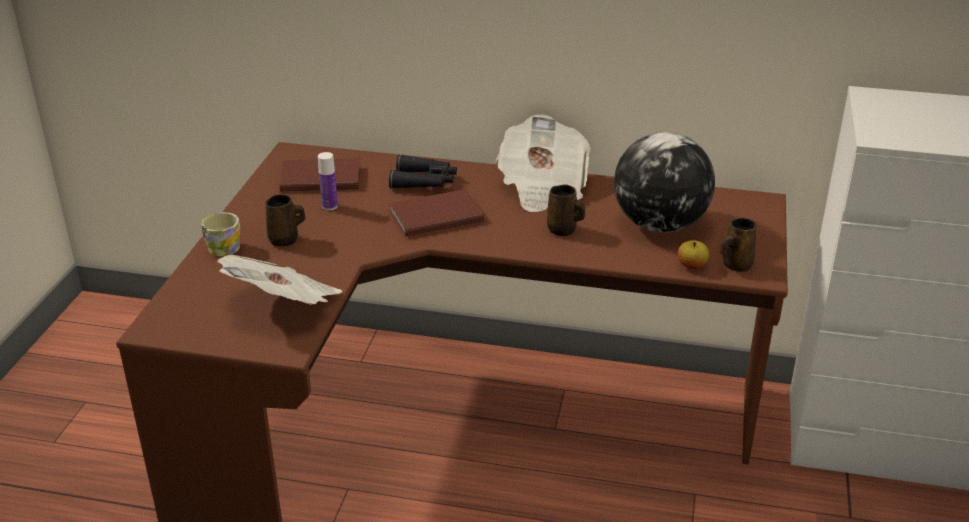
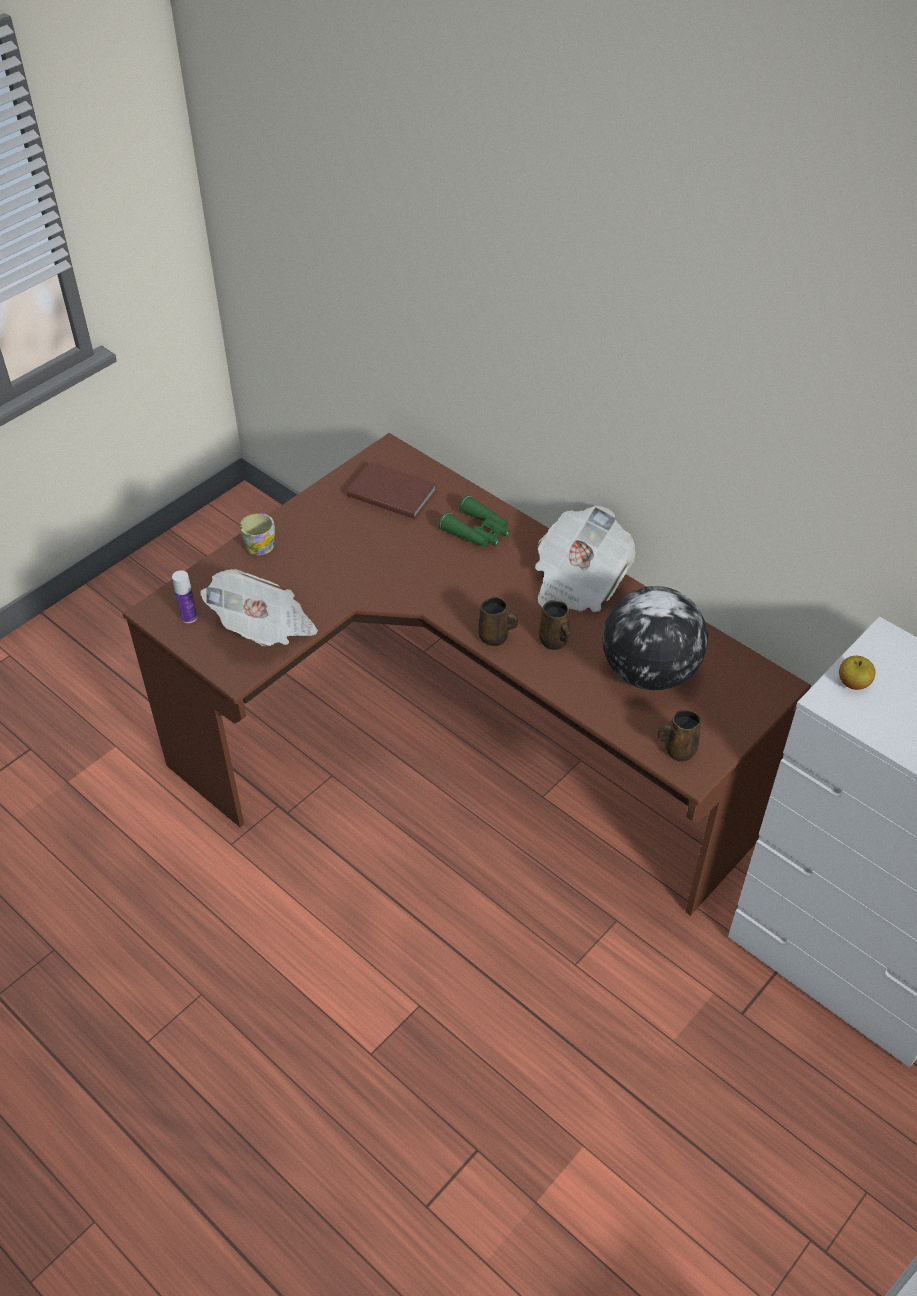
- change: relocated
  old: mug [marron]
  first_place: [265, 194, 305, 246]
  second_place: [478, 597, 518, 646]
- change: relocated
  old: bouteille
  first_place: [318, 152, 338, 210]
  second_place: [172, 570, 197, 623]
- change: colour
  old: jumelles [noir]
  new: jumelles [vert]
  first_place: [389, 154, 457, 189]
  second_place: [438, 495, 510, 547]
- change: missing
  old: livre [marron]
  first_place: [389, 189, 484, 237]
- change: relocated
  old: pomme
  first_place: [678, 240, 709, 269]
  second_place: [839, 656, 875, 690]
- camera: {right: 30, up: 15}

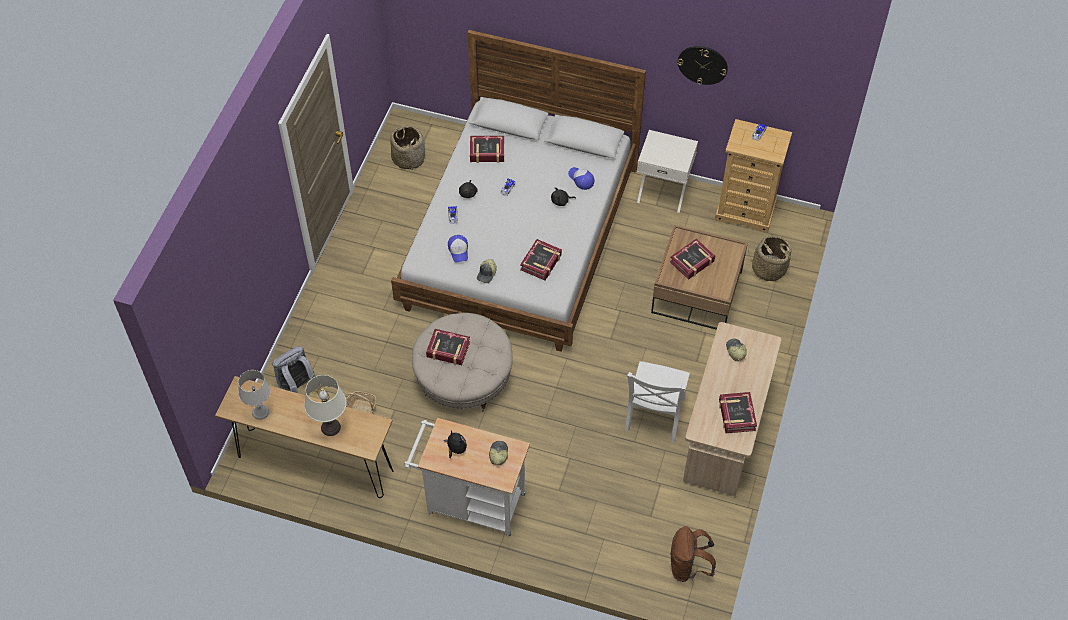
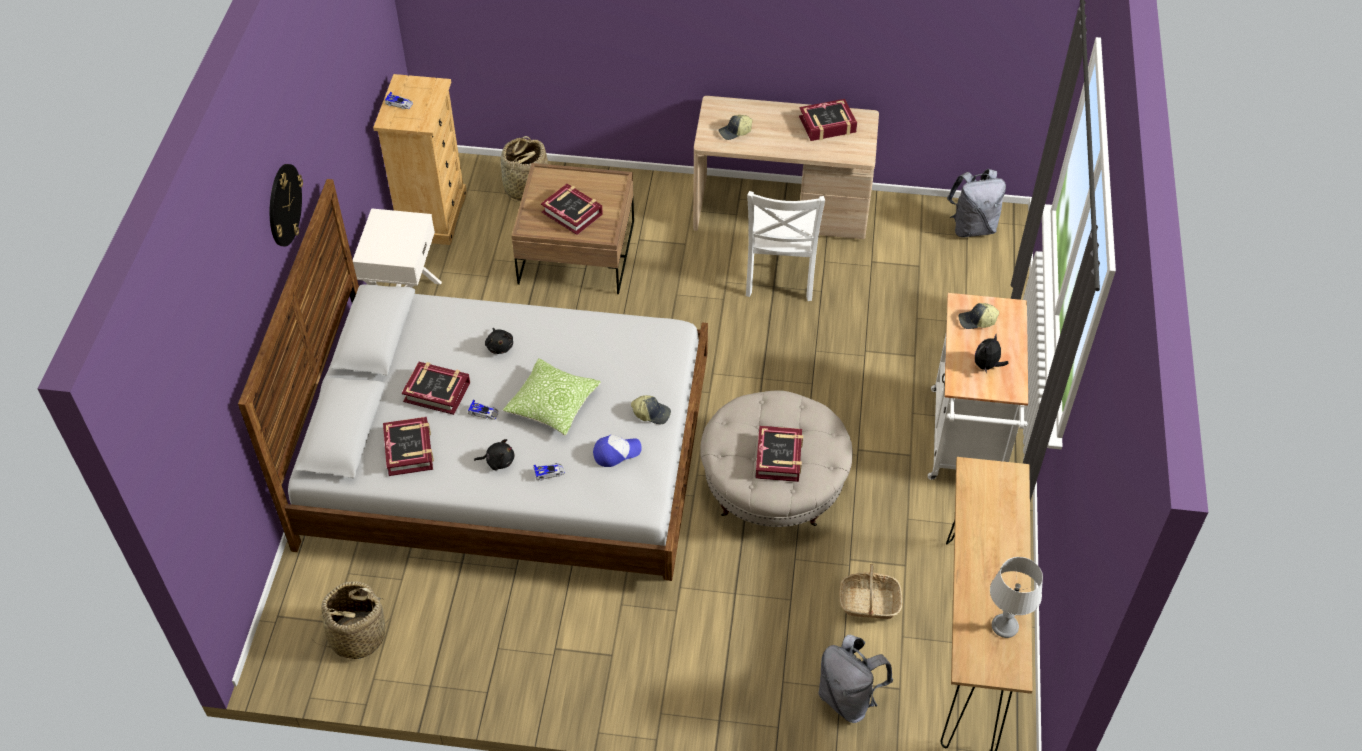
- change: missing
  old: lampe de table [blanc]
  first_place: [304, 375, 347, 436]
- change: relocated
  old: livre
  first_place: [520, 239, 562, 280]
  second_place: [402, 362, 470, 415]
- change: missing
  old: casquette
  first_place: [568, 167, 594, 190]
- change: spun
  old: chaise [blanc]
  first_place: [625, 361, 690, 443]
  second_place: [746, 191, 825, 301]
  degrees: 90
- change: colour
  old: sac à dos [marron]
  new: sac à dos [gris]
  first_place: [670, 526, 716, 582]
  second_place: [947, 169, 1006, 238]
- change: relocated
  old: horloge murale
  first_place: [678, 46, 728, 85]
  second_place: [270, 164, 303, 246]
- change: appeared
  new: coussin
  second_place: [503, 358, 601, 436]
- camera: {right: -100, up: -5}

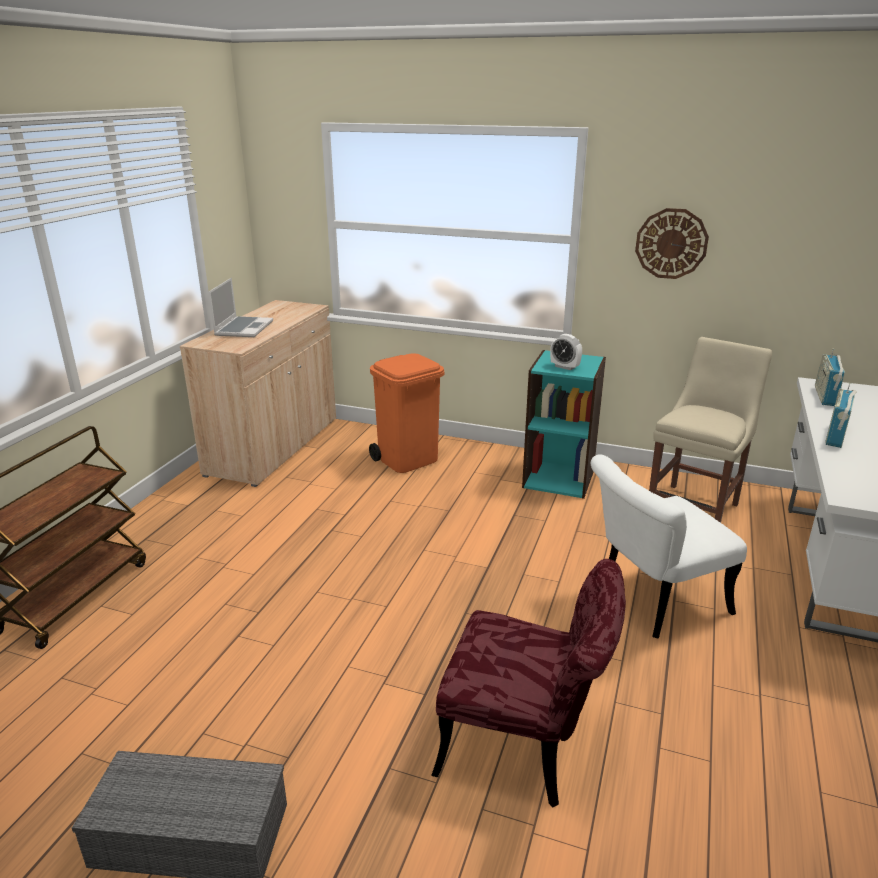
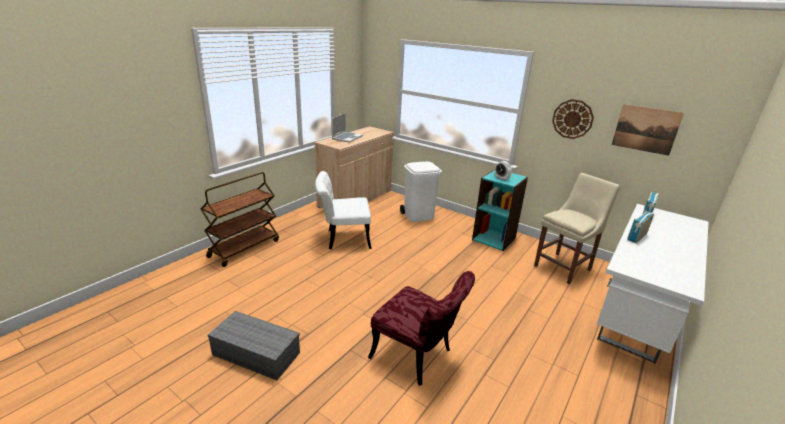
- change: colour
  old: poubelle [orange]
  new: poubelle [blanc]
  first_place: [369, 353, 444, 473]
  second_place: [400, 162, 442, 222]
- change: relocated
  old: chaise [blanc]
  first_place: [591, 454, 747, 638]
  second_place: [315, 171, 372, 250]
- change: appeared
  new: tableau
  second_place: [612, 104, 684, 156]
- camera: {right: 15, up: 0}

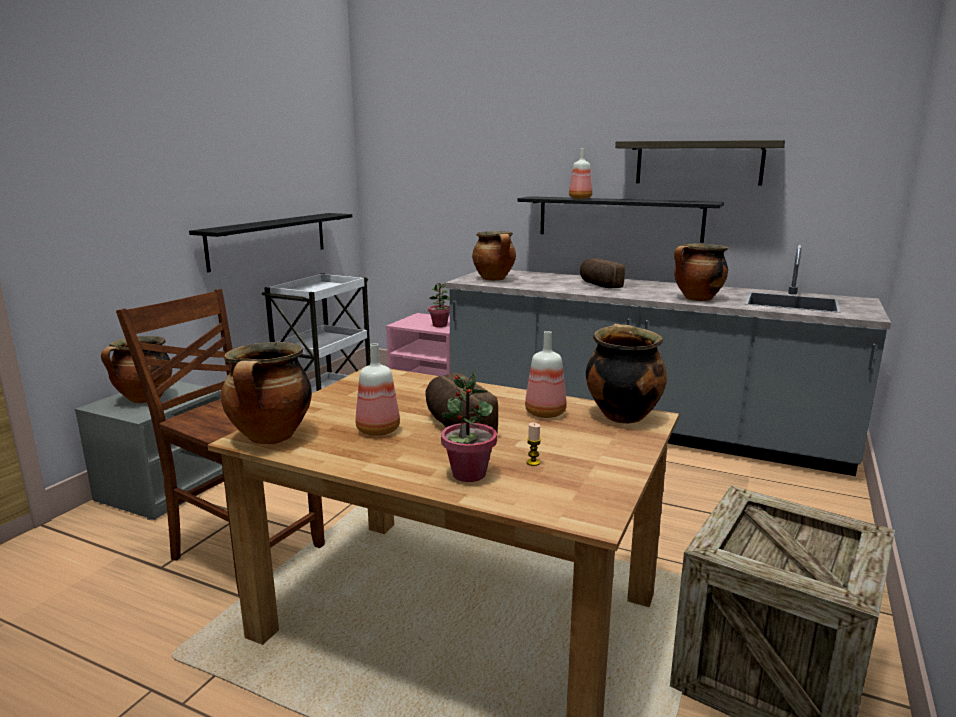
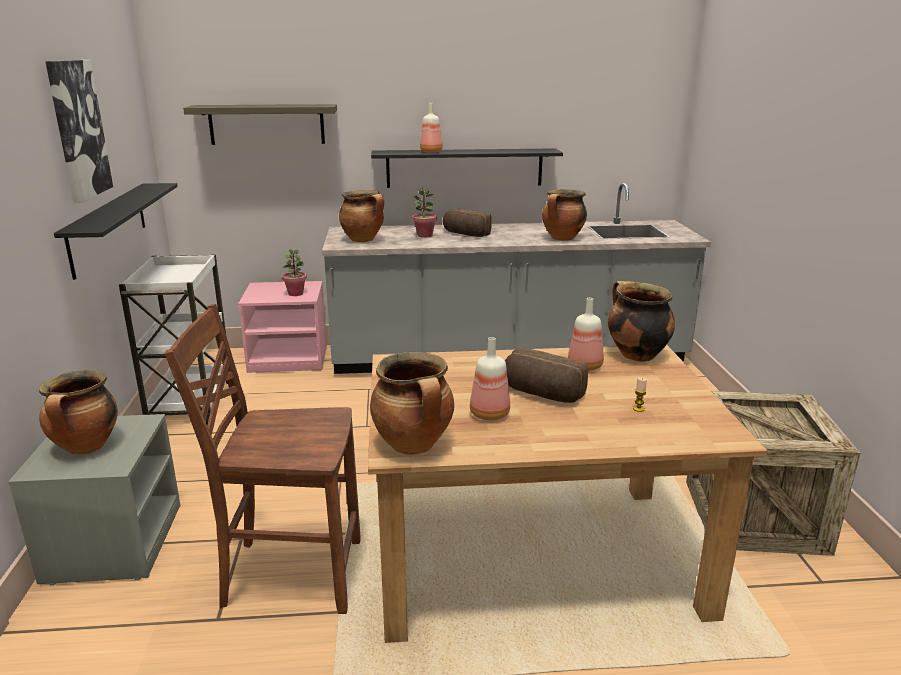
- change: relocated
  old: plante en pot
  first_place: [441, 370, 497, 482]
  second_place: [412, 187, 437, 238]
- change: relocated
  old: étagère
  first_place: [615, 140, 785, 186]
  second_place: [183, 104, 337, 145]
- change: appeared
  new: tableau
  second_place: [45, 60, 113, 203]
- camera: {right: -30, up: 5}

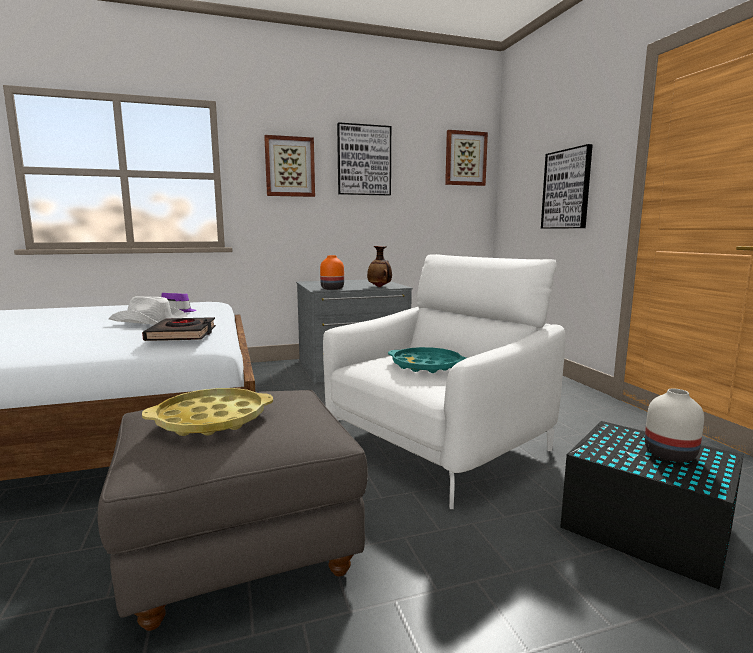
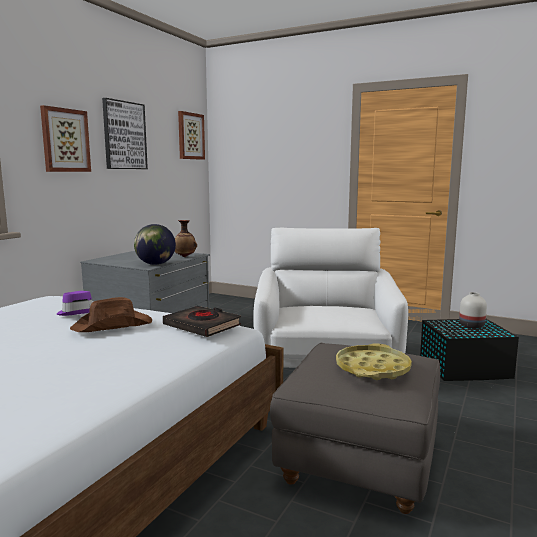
- change: colour
  old: chapeau [blanc]
  new: chapeau [marron]
  first_place: [109, 296, 188, 325]
  second_place: [70, 297, 152, 332]
- change: exchanged
  old: vase [orange]
  new: globe
  first_place: [320, 255, 344, 290]
  second_place: [134, 224, 176, 265]
- change: missing
  old: plateau [turquoise]
  first_place: [388, 347, 466, 373]
- change: missing
  old: tableau
  first_place: [541, 144, 593, 229]
- camera: {right: -45, up: 0}

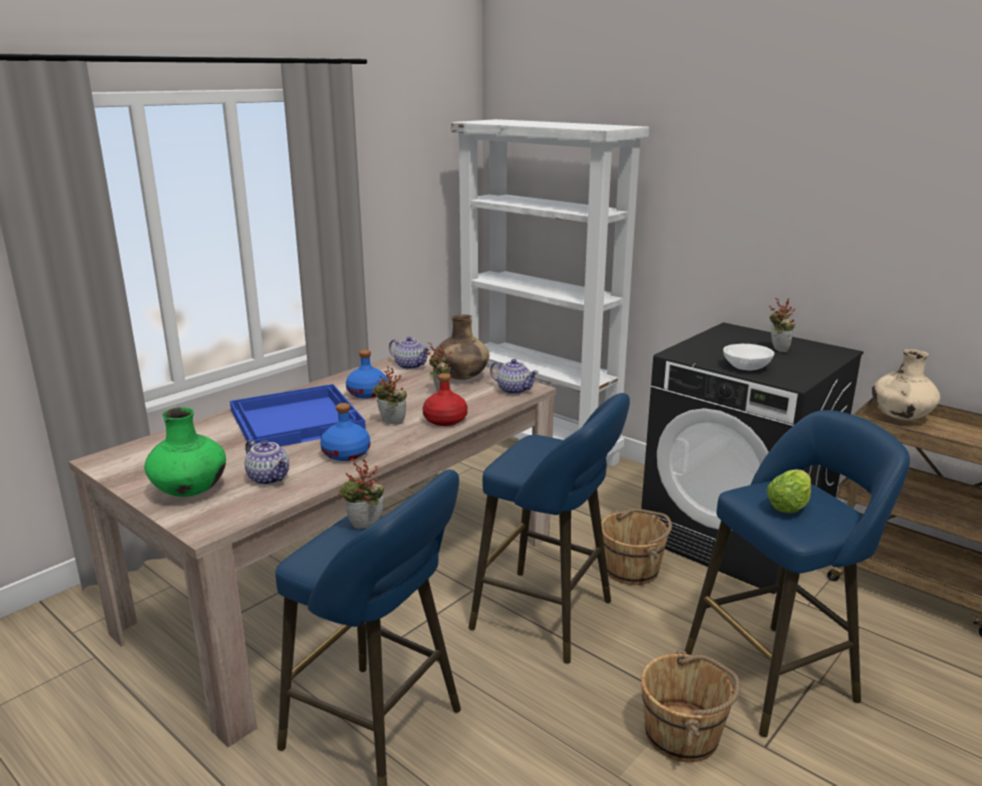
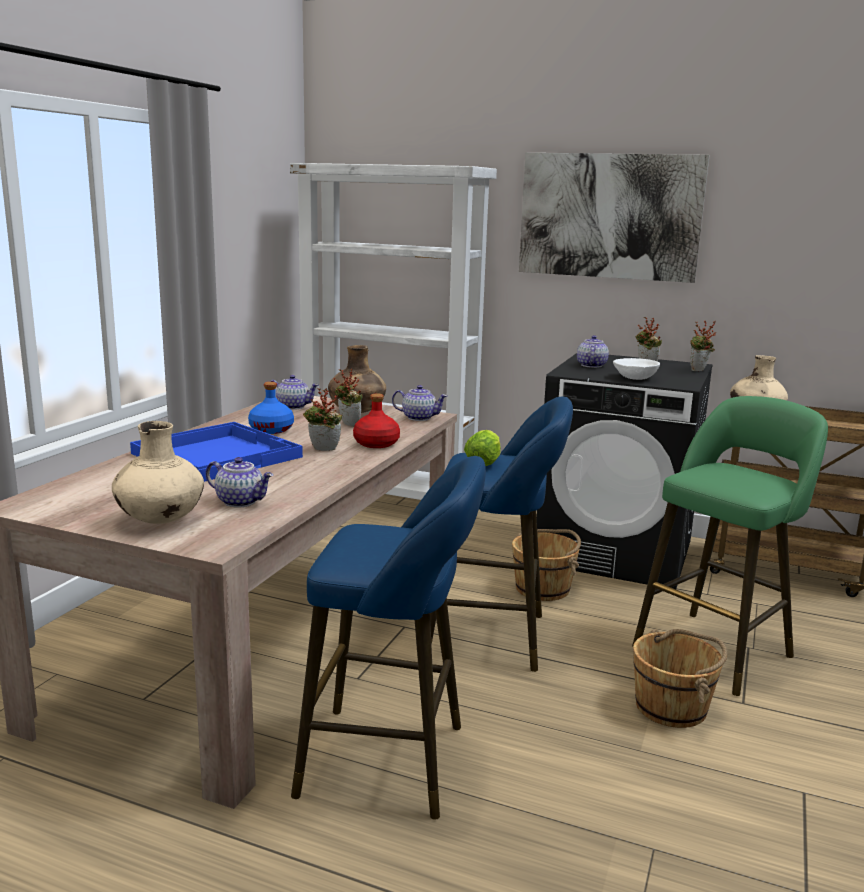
- change: colour
  old: vase [vert]
  new: vase [beige]
  first_place: [144, 407, 226, 497]
  second_place: [112, 421, 204, 524]
- change: missing
  old: bouteille [bleu]
  first_place: [320, 403, 370, 461]
- change: relocated
  old: plante en pot
  first_place: [338, 459, 385, 529]
  second_place: [690, 321, 716, 371]
- change: colour
  old: tabouret [bleu]
  new: tabouret [vert]
  first_place: [685, 410, 910, 737]
  second_place: [632, 396, 828, 696]
- change: relocated
  old: laitue
  first_place: [766, 469, 811, 513]
  second_place: [464, 430, 501, 466]
- change: appeared
  new: tableau
  second_place: [519, 153, 709, 283]
- change: appeared
  new: théière
  second_place: [577, 335, 609, 368]
- camera: {right: -20, up: -5}

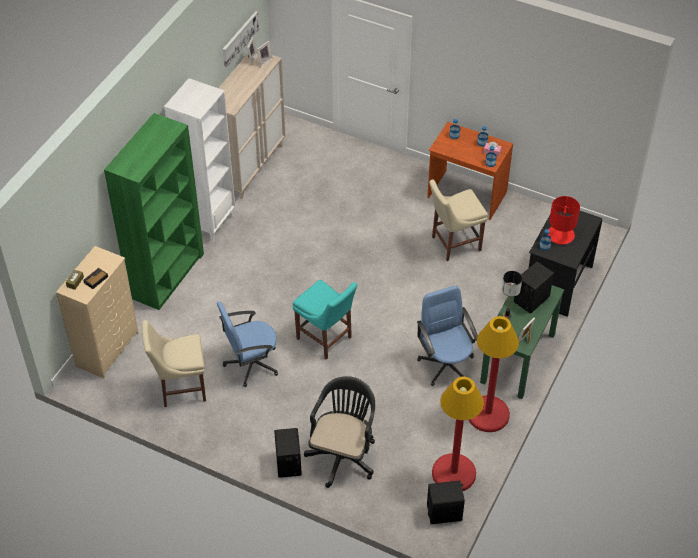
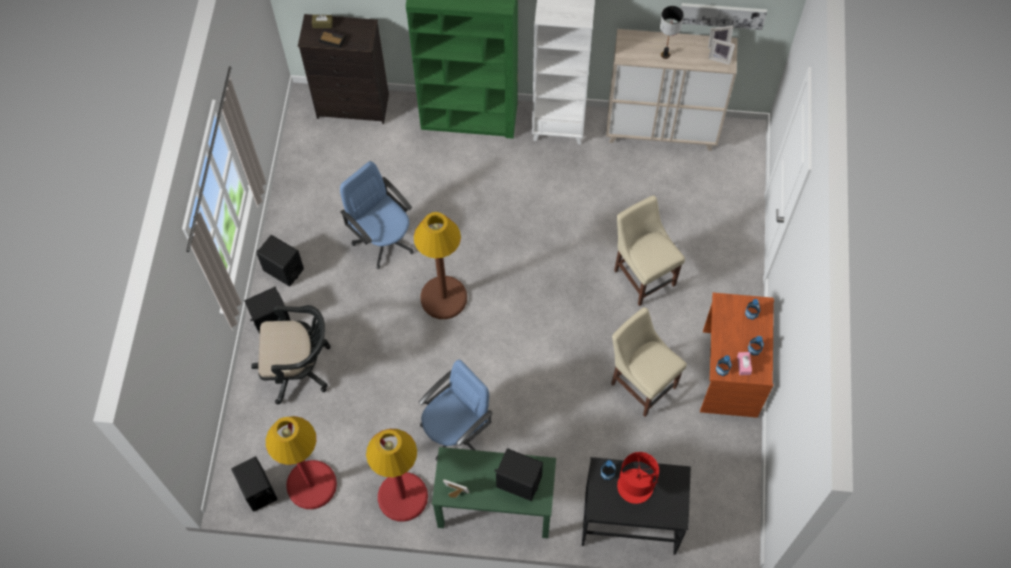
- change: colour
  old: commode [beige]
  new: commode [noir]
  first_place: [56, 246, 139, 379]
  second_place: [298, 14, 389, 124]
- change: relocated
  old: chaise [beige]
  first_place: [142, 320, 206, 407]
  second_place: [614, 195, 685, 306]
- change: exchanged
  old: chaise [turquoise]
  new: lampadaire [marron]
  first_place: [293, 280, 357, 360]
  second_place: [414, 212, 467, 319]
- change: relocated
  old: lampe de table
  first_place: [502, 271, 522, 319]
  second_place: [660, 6, 684, 59]
- change: appeared
  new: enceinte [noir]
  second_place: [257, 235, 304, 286]
- camera: {right: 70, up: 15}

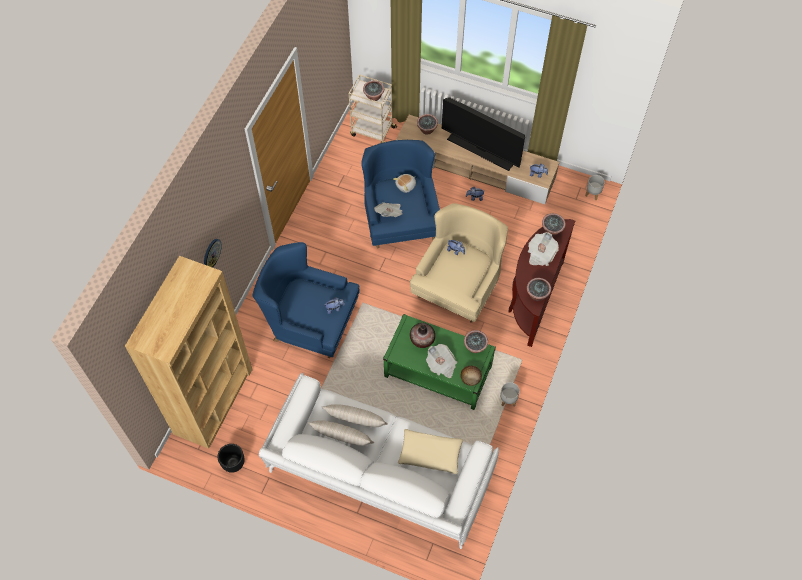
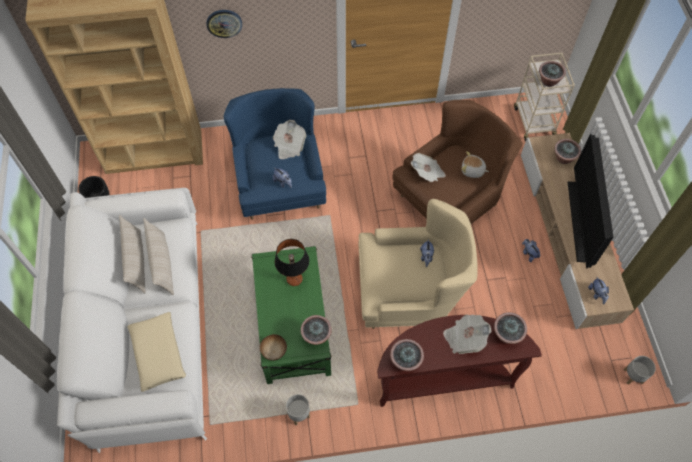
- change: colour
  old: fauteuil [bleu]
  new: fauteuil [marron]
  first_place: [361, 140, 440, 248]
  second_place: [392, 100, 523, 224]
- change: exchanged
  old: vase
  new: lampe de table
  first_place: [410, 323, 435, 348]
  second_place: [275, 239, 309, 286]
- change: relocated
  old: journal
  first_place: [426, 344, 457, 378]
  second_place: [273, 120, 306, 159]
- camera: {right: 60, up: 0}

